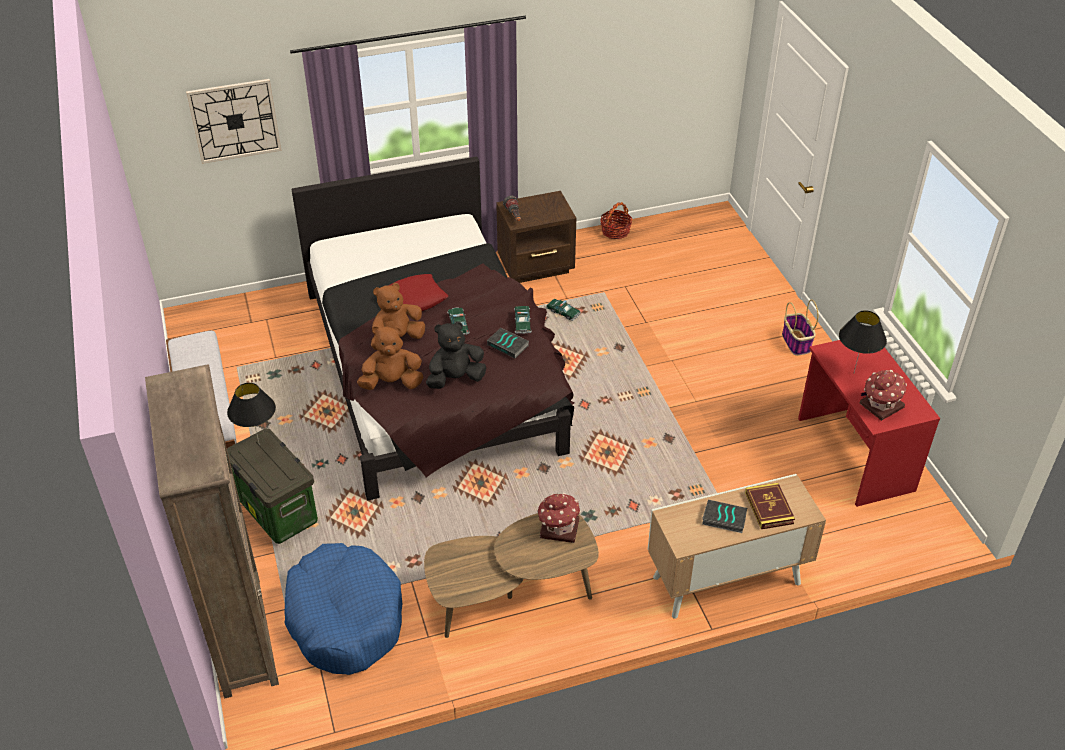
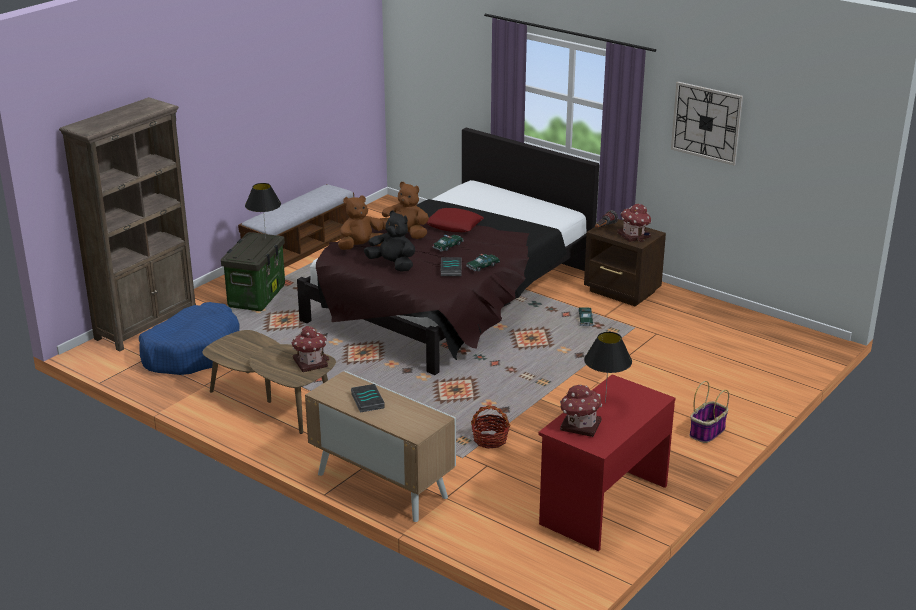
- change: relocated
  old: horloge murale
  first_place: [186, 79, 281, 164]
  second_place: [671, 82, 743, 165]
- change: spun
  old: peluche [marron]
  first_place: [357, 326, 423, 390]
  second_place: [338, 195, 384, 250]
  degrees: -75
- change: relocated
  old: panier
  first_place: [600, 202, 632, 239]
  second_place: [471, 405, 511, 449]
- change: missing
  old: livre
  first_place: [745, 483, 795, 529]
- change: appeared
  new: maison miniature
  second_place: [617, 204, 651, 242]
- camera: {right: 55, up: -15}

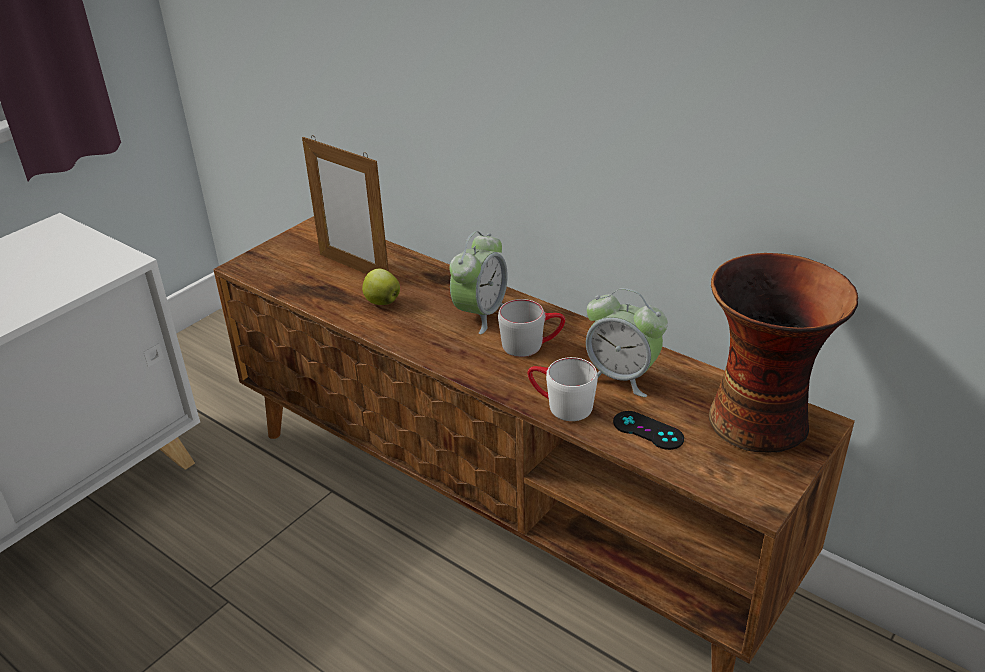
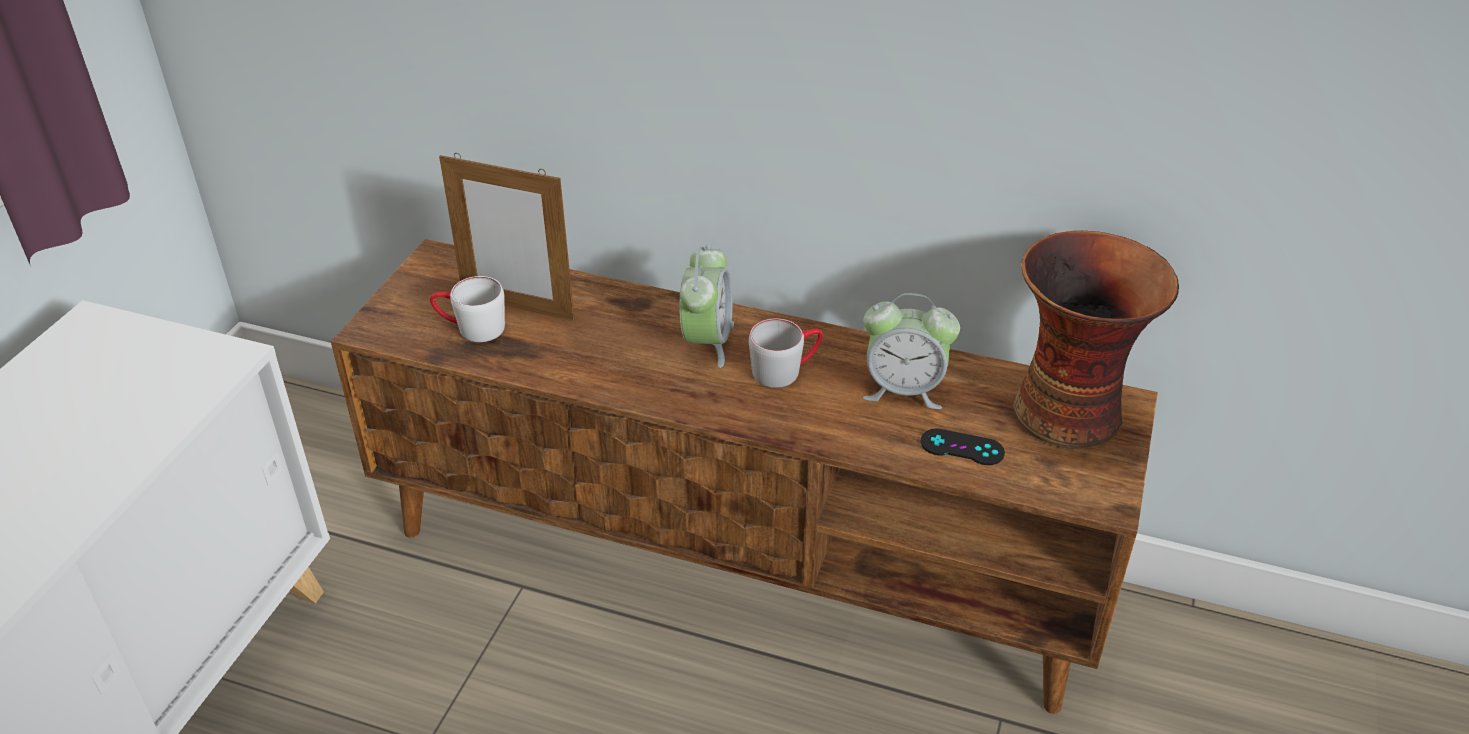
- change: missing
  old: pomme
  first_place: [362, 269, 400, 305]
- change: relocated
  old: mug [blanc]
  first_place: [528, 357, 598, 421]
  second_place: [430, 276, 505, 342]
- camera: {right: -20, up: 5}

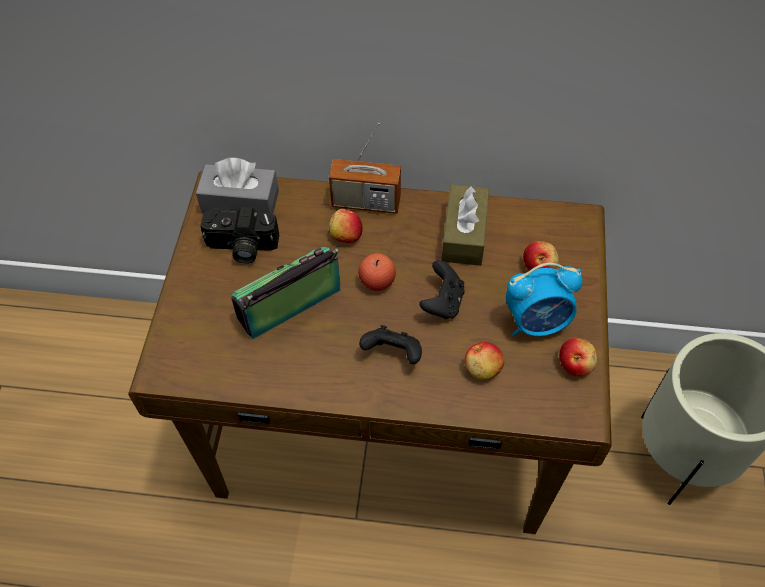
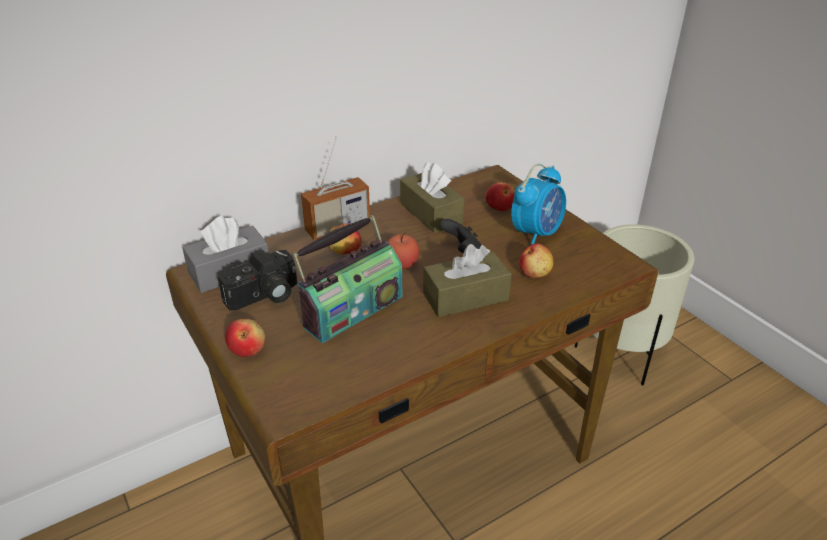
- change: spun
  old: radio
  first_place: [231, 247, 340, 339]
  second_place: [292, 215, 402, 343]
  degrees: -150
- change: exchanged
  old: manette [noir]
  new: boîte à mouchoirs [marron]
  first_place: [359, 325, 422, 364]
  second_place: [423, 244, 512, 317]
- change: relocated
  old: pomme
  first_place: [559, 338, 597, 377]
  second_place: [225, 319, 265, 357]
- camera: {right: -40, up: -20}

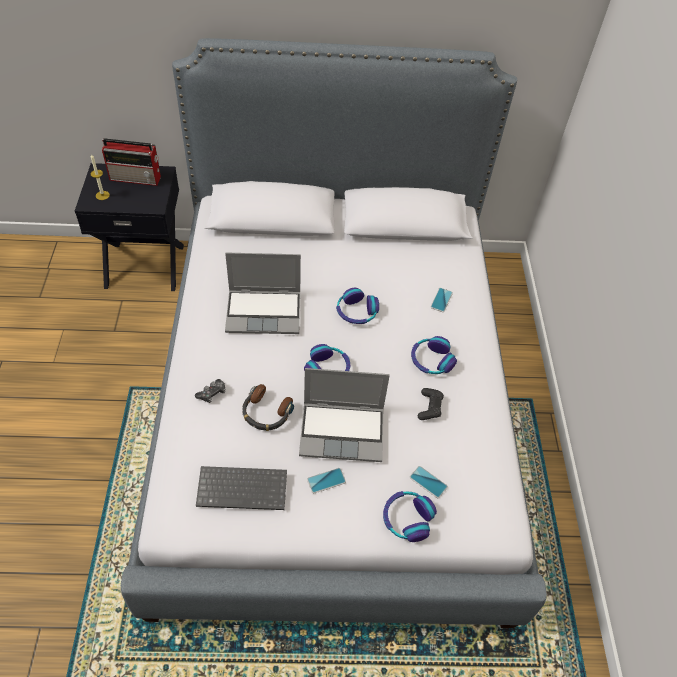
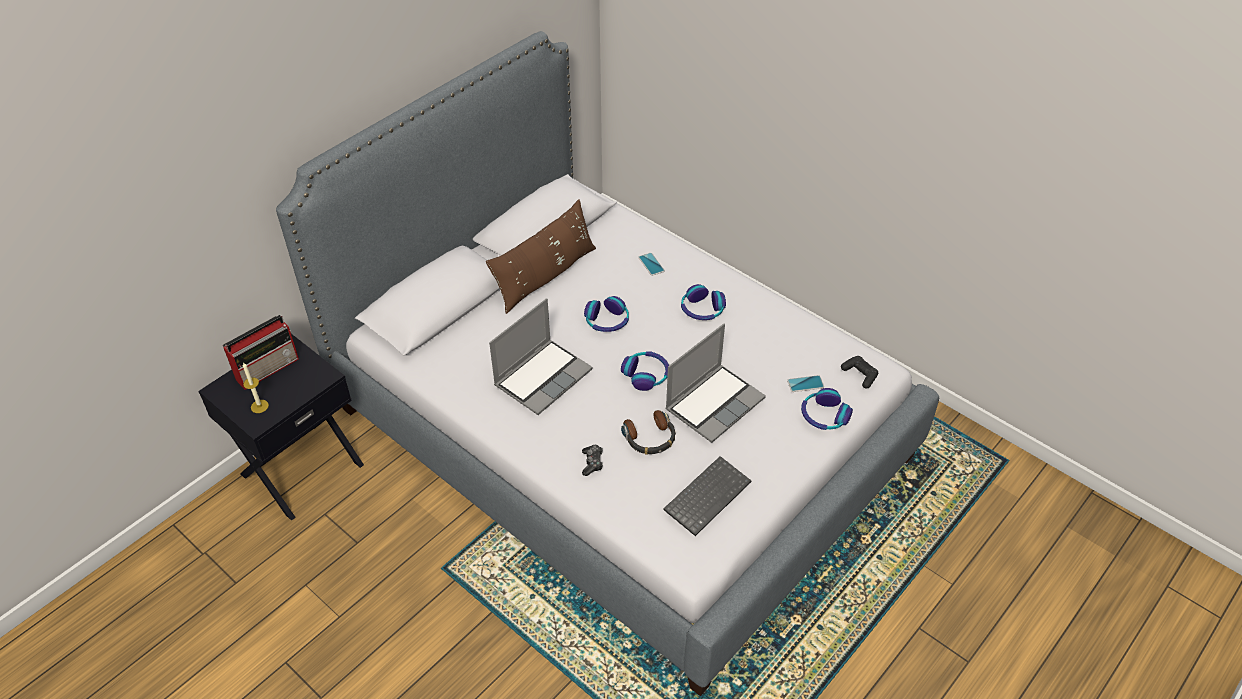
- change: missing
  old: téléphone
  first_place: [307, 468, 346, 494]
- change: relocated
  old: manette [noir]
  first_place: [418, 388, 444, 420]
  second_place: [841, 356, 878, 389]
- change: appeared
  new: coussin [marron]
  second_place: [486, 199, 596, 314]
- camera: {right: -45, up: -5}

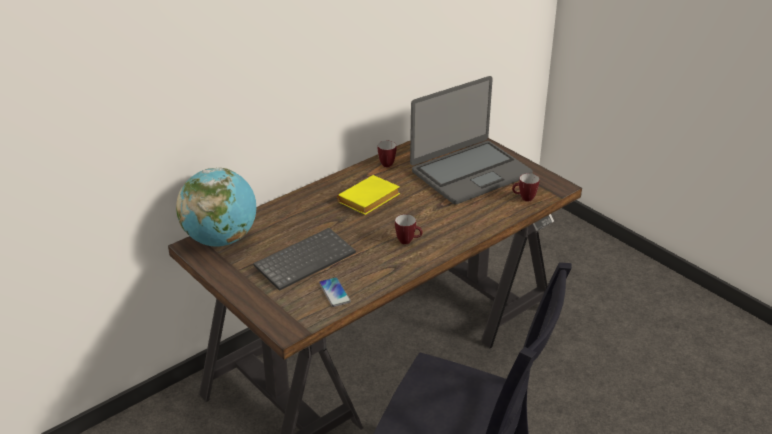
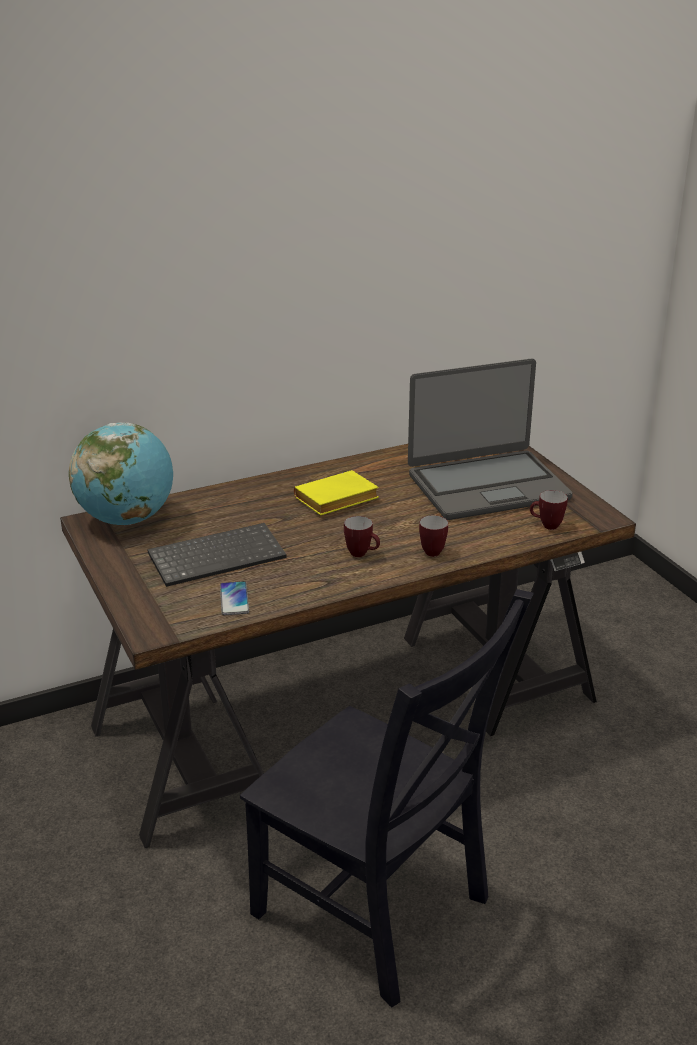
- change: relocated
  old: mug
  first_place: [378, 141, 396, 167]
  second_place: [419, 515, 448, 557]
- camera: {right: 15, up: -5}

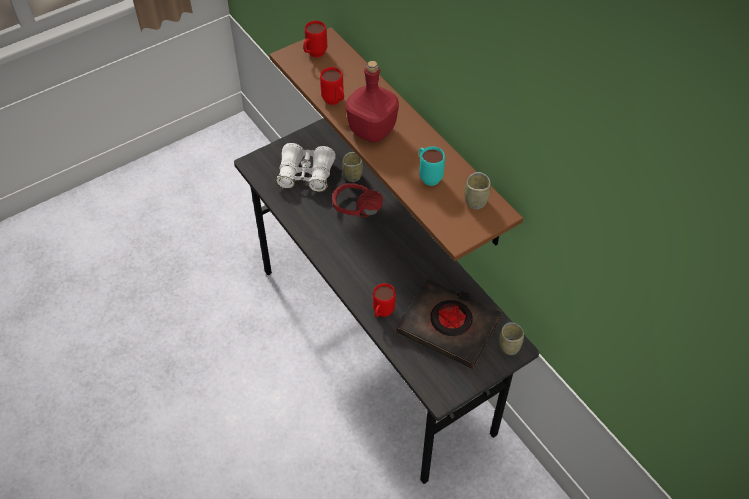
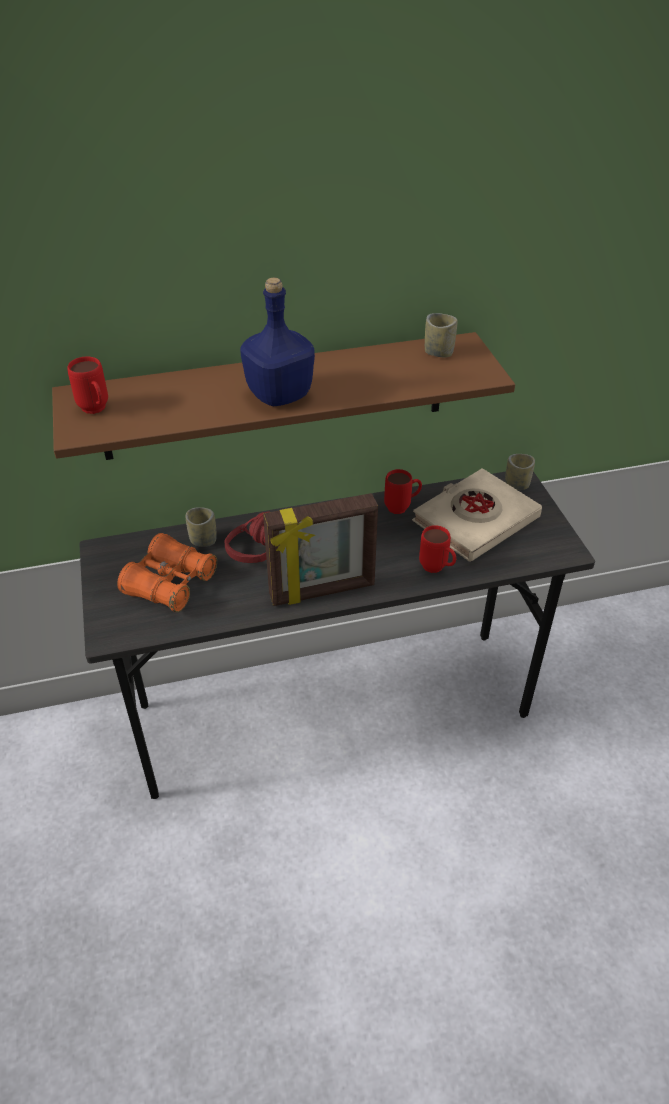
- change: colour
  old: jumelles [blanc]
  new: jumelles [orange]
  first_place: [276, 143, 336, 192]
  second_place: [117, 533, 217, 612]
- change: relocated
  old: mug [rouge]
  first_place: [320, 67, 344, 105]
  second_place: [384, 469, 422, 514]
- change: colour
  old: bouteille [rouge]
  new: bouteille [bleu]
  first_place: [346, 61, 399, 143]
  second_place: [240, 277, 315, 407]
- change: colour
  old: livre [noir]
  new: livre [beige]
  first_place: [396, 279, 502, 368]
  second_place: [412, 468, 542, 562]
- change: missing
  old: mug [turquoise]
  first_place: [419, 147, 445, 186]
- change: appeared
  new: cadre photo
  second_place: [263, 493, 378, 606]
- camera: {right: -70, up: -10}

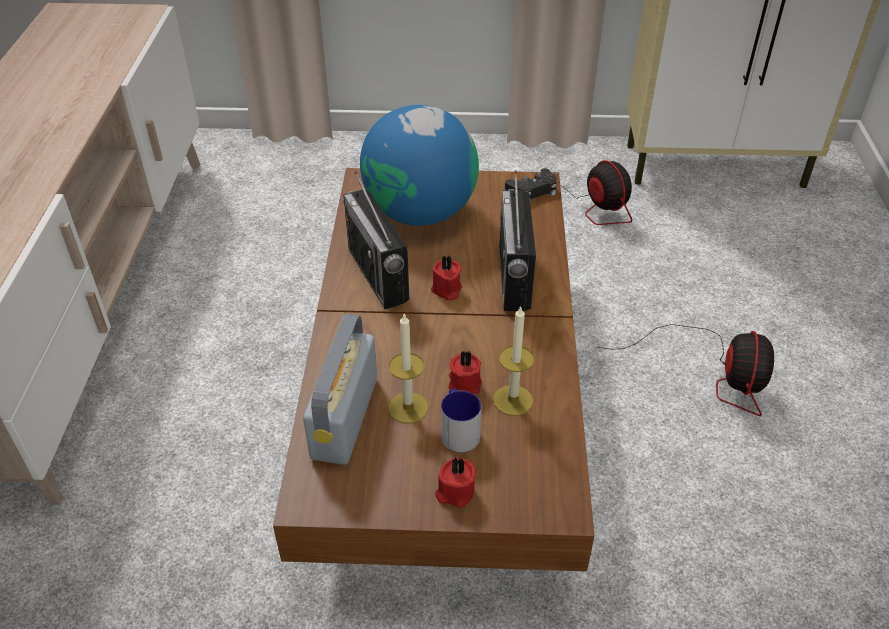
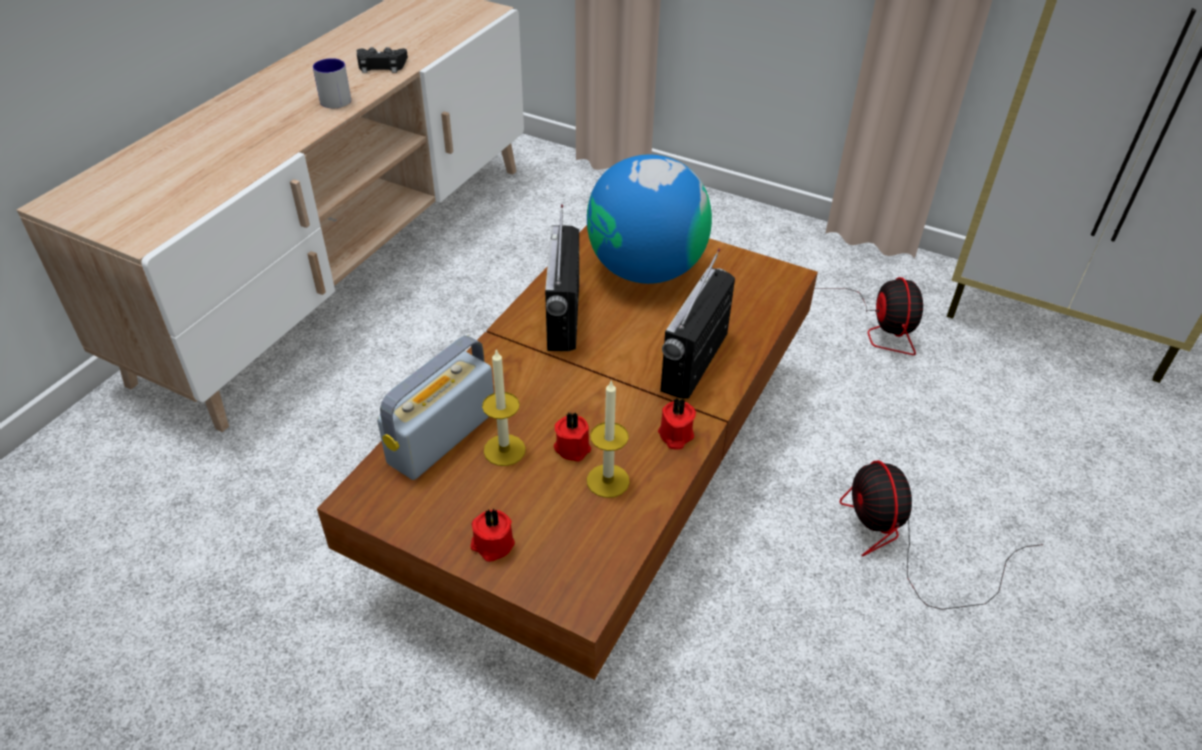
- change: relocated
  old: bougie [rouge]
  first_place: [431, 255, 462, 301]
  second_place: [658, 398, 696, 450]
- change: relocated
  old: mug
  first_place: [441, 388, 481, 452]
  second_place: [313, 58, 351, 108]
- change: relocated
  old: manette [noir]
  first_place: [505, 168, 557, 203]
  second_place: [357, 47, 408, 73]
- change: spun
  old: ventilateur
  first_place: [597, 324, 774, 416]
  second_place: [840, 460, 1043, 610]
  degrees: 135
- camera: {right: 25, up: 0}

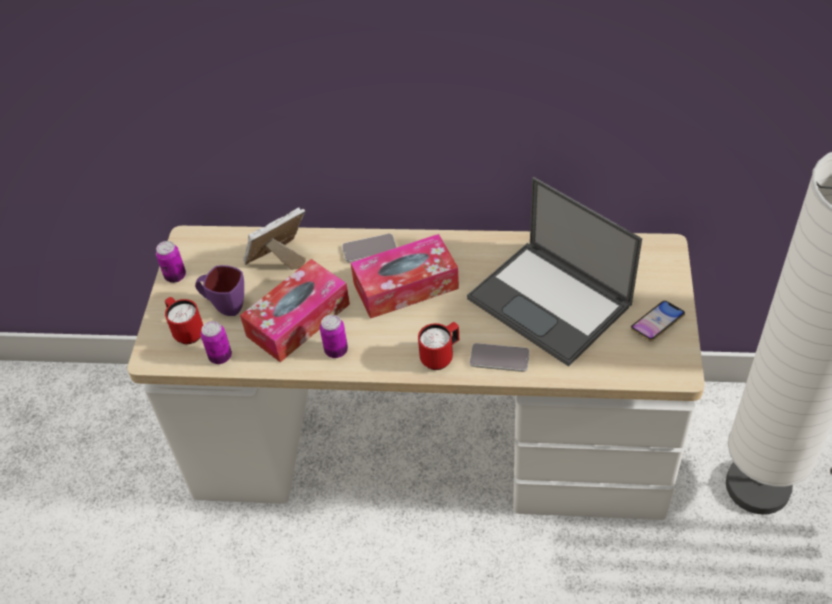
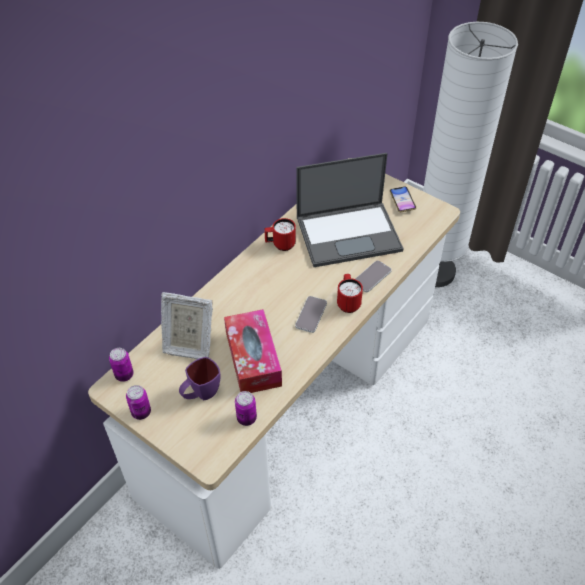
- change: relocated
  old: mug [rouge]
  first_place: [165, 297, 203, 344]
  second_place: [264, 218, 296, 251]
- change: spun
  old: cadre photo
  first_place: [243, 207, 305, 270]
  second_place: [161, 292, 213, 359]
  degrees: -75
- change: relocated
  old: boîte métallique
  first_place: [320, 315, 348, 358]
  second_place: [109, 348, 134, 382]
- change: relocated
  old: téléphone
  first_place: [342, 233, 397, 263]
  second_place: [295, 296, 327, 333]
- change: missing
  old: boîte à mouchoirs
  first_place: [350, 234, 459, 319]
- camera: {right: -60, up: 0}

